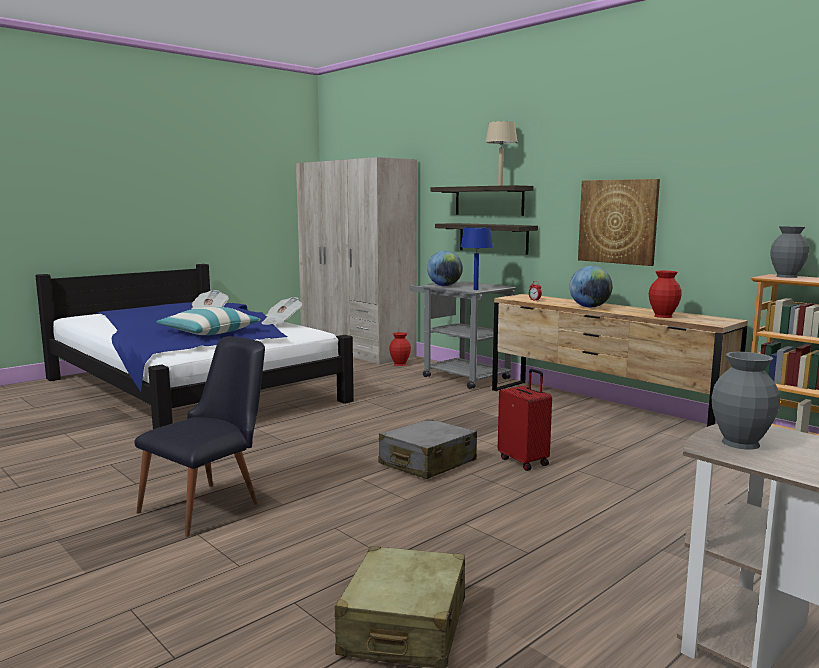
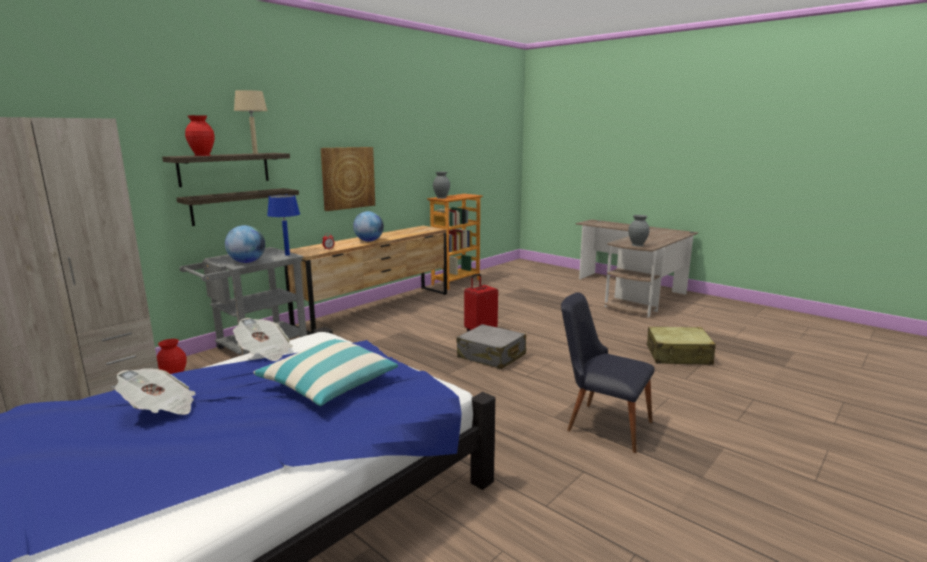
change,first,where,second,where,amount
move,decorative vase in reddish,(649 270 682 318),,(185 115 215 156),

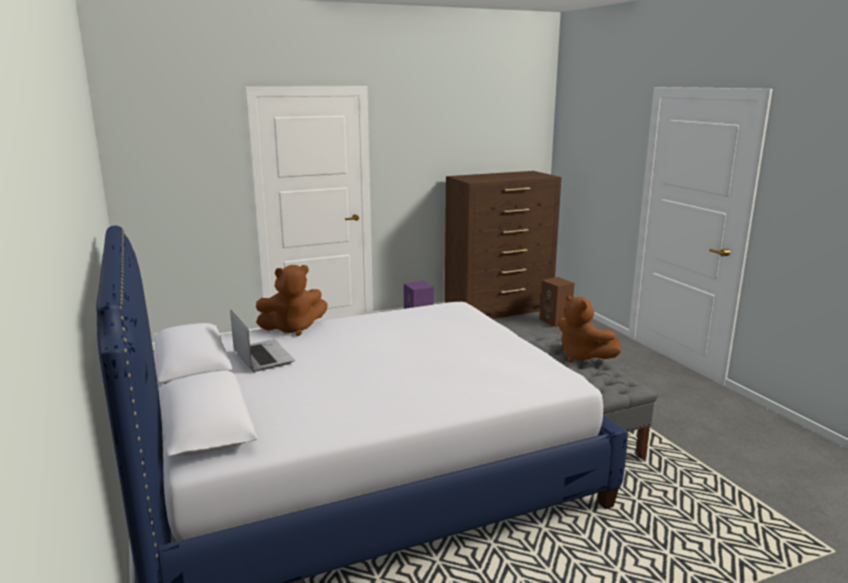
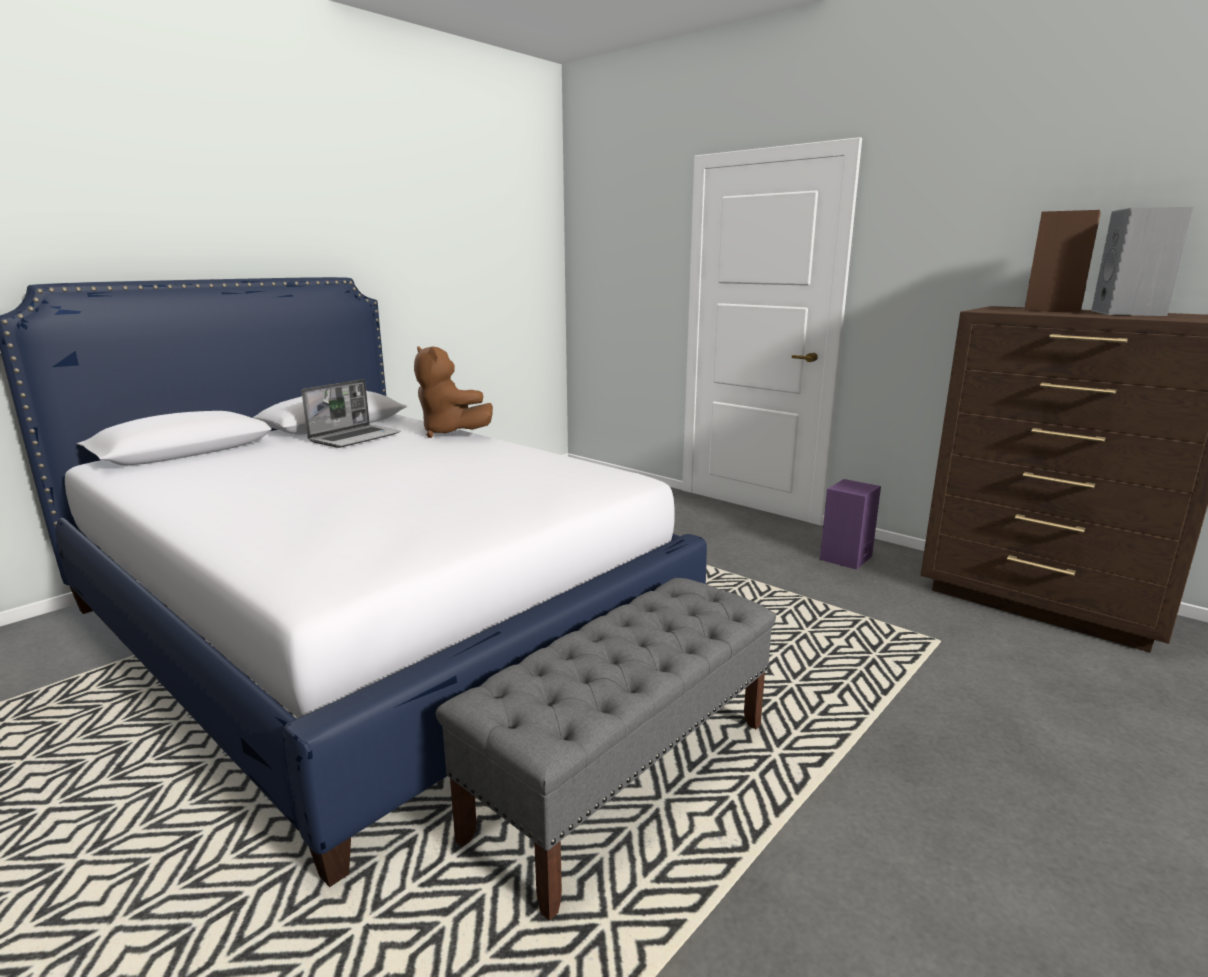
change,first,where,second,where,amount
move,audio speaker in brownish,(539 277 574 327),,(1024 210 1101 313),
insert,,,audio speaker in grey,(1091 207 1193 316),
delete,soft toy in brownish,(558 295 621 362),,,

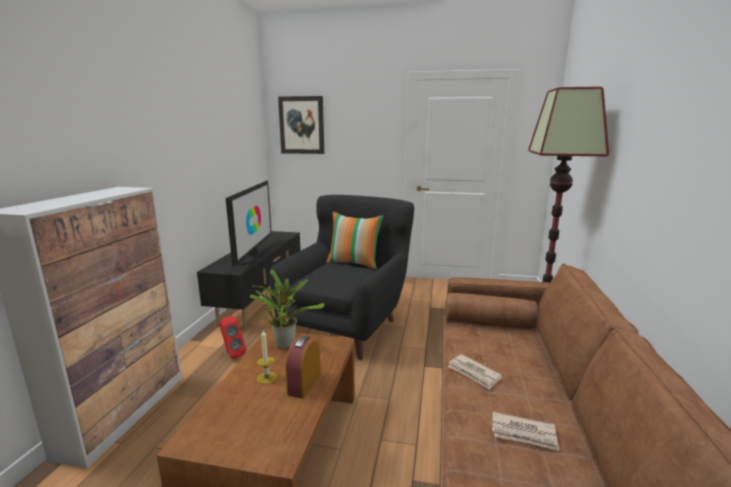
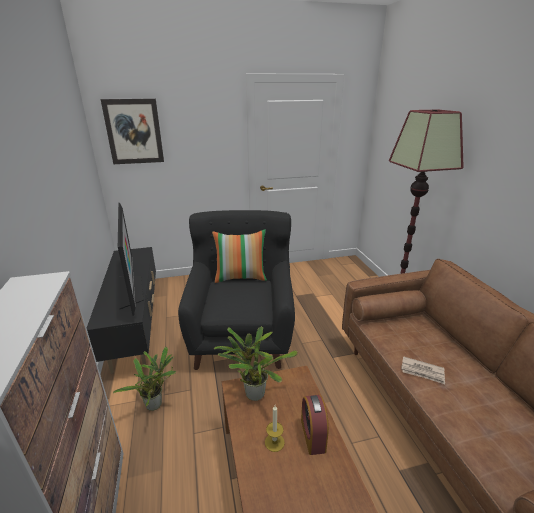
change,first,where,second,where,amount
replace,audio speaker in reddish,(219 316 246 359),plant in a pot,(113 347 176 411),
delete,daily paper,(492 412 560 451),,,

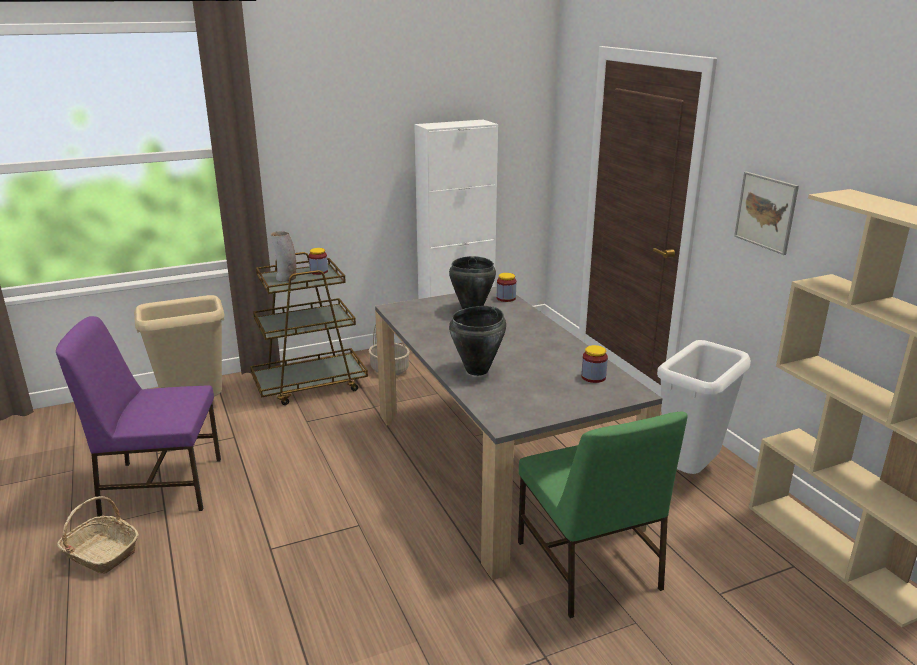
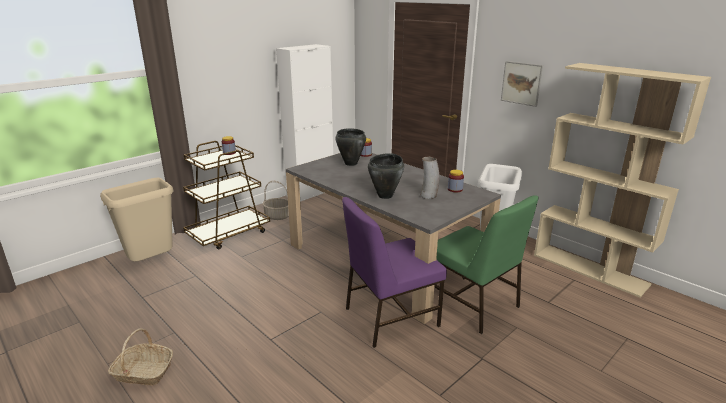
change,first,where,second,where,amount
move,upright chair in purple,(56 316 221 516),,(342 197 447 348),
move,decorative vase,(271 231 296 282),,(421 156 439 199),

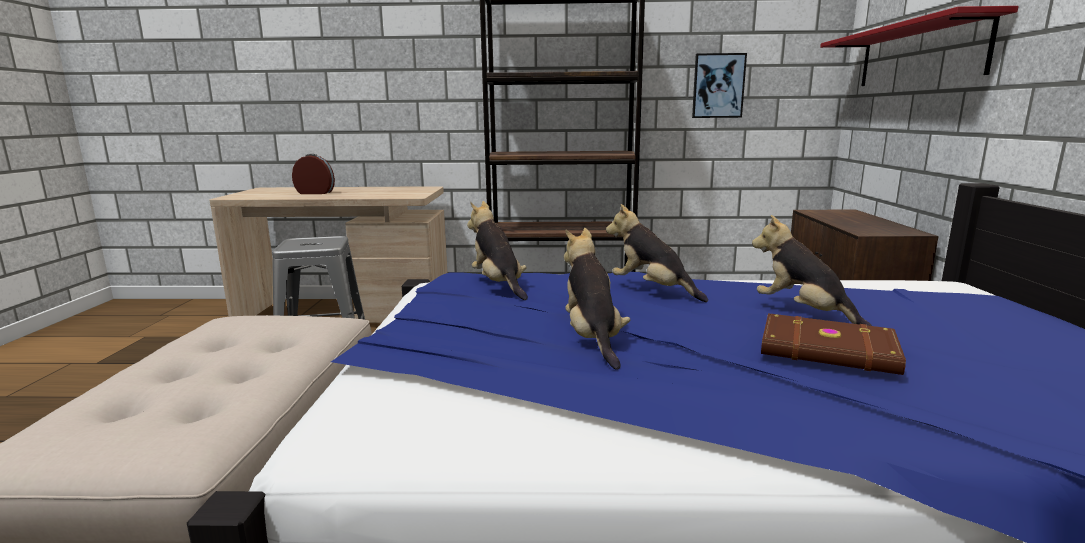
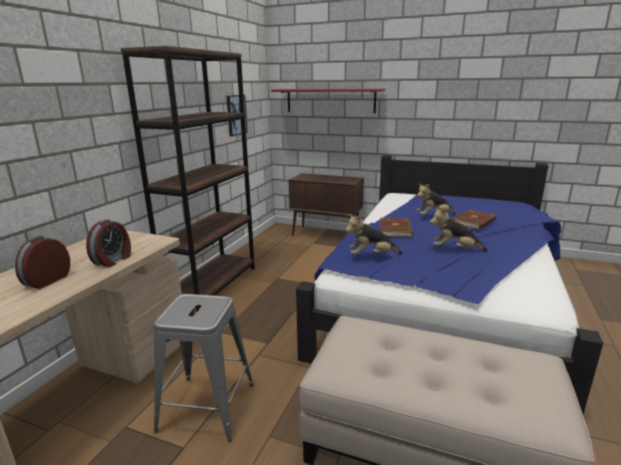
change,first,where,second,where,amount
insert,,,alarm clock,(86 219 131 267),
replace,soft toy,(606 204 708 302),book in brownish,(380 218 413 238),

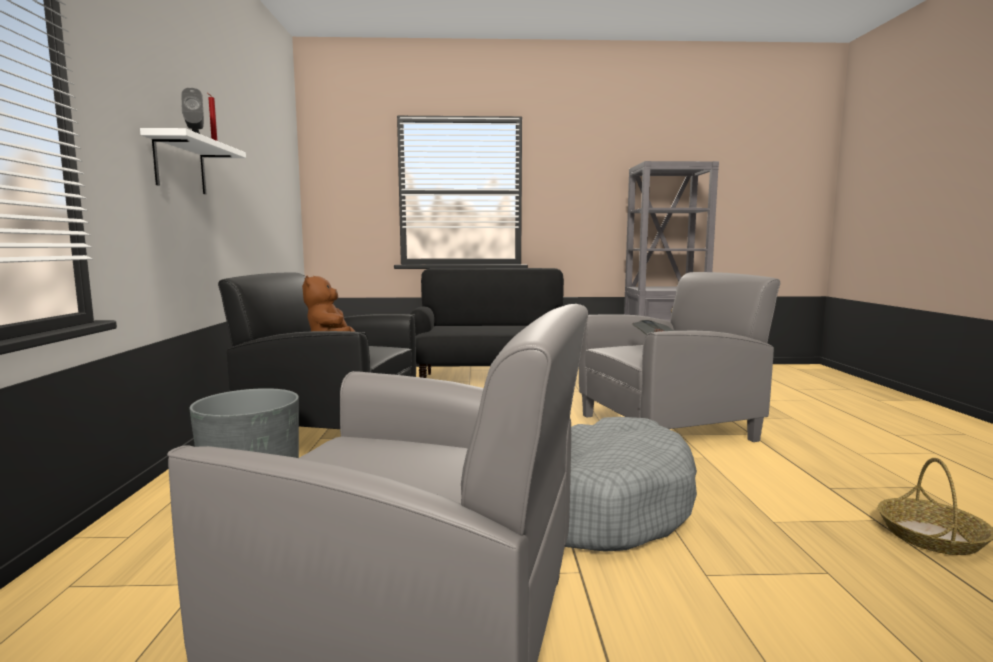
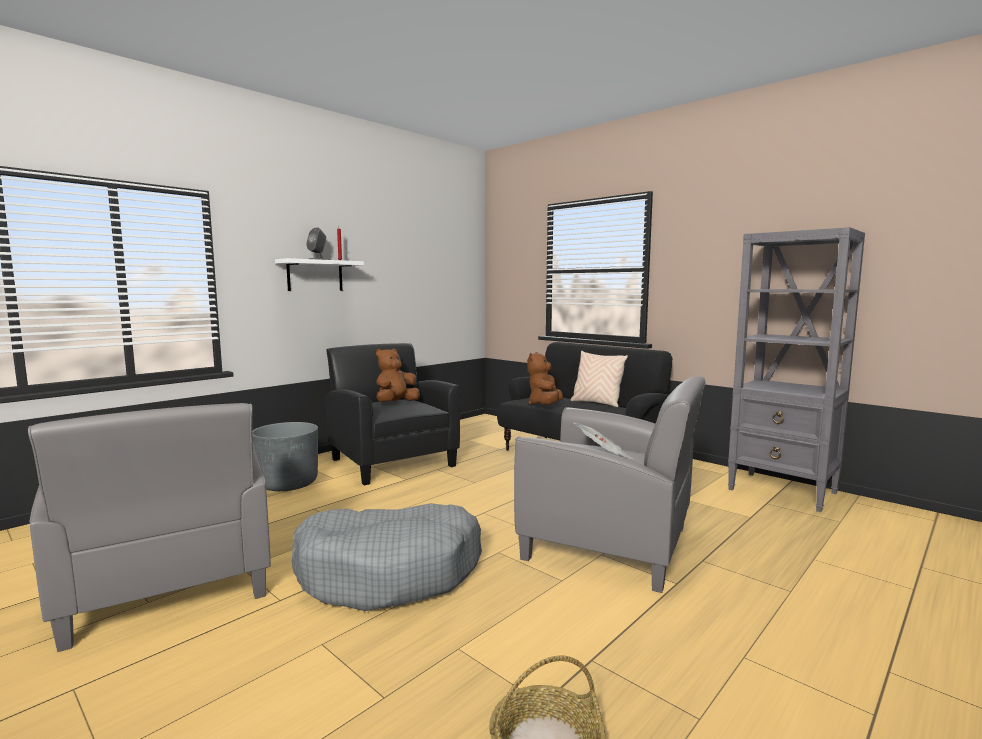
change,first,where,second,where,amount
insert,,,soft toy in brownish,(527 352 563 405),
insert,,,cushion in beige,(570 351 628 407),

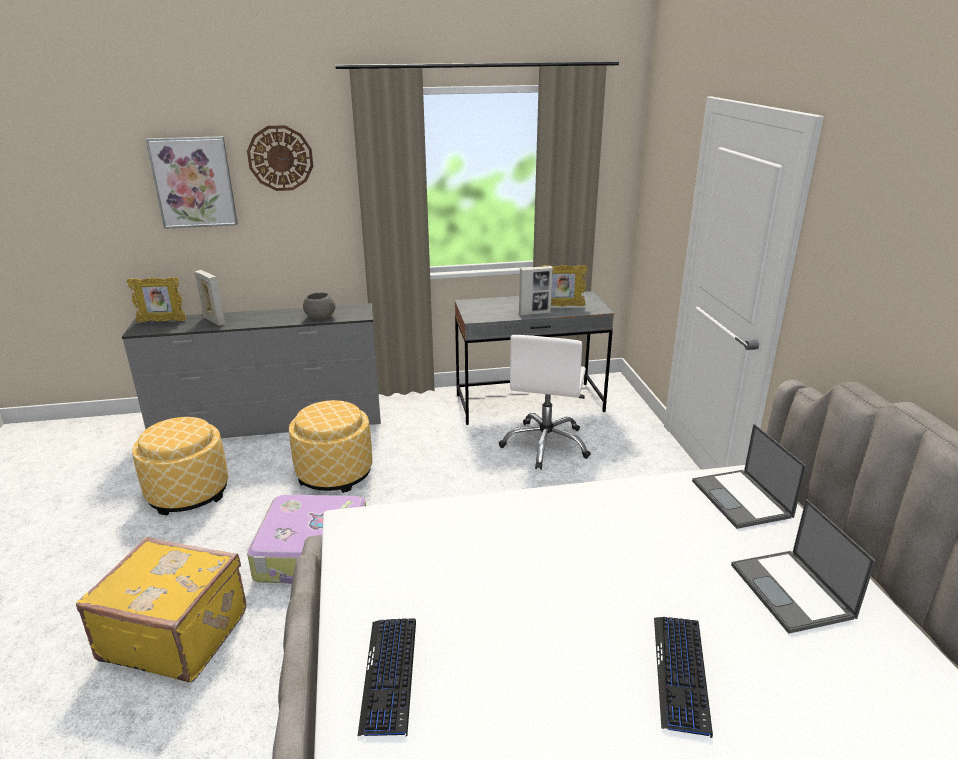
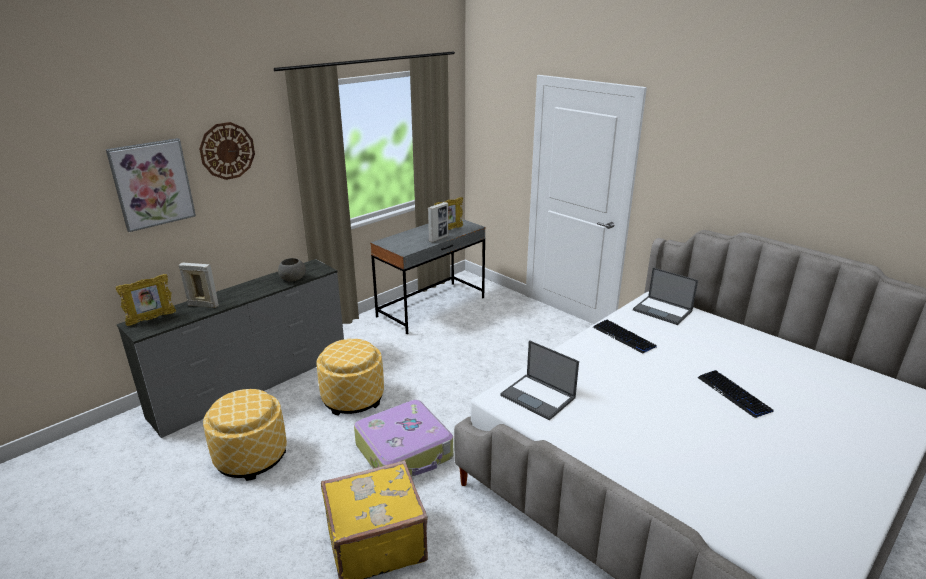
change,first,where,second,where,amount
move,notebook computer,(731 499 876 634),,(500 340 579 420),
move,computer keyboard,(358 618 416 736),,(593 319 657 353),
delete,computer chair in white-coloured,(499 335 591 470),,,

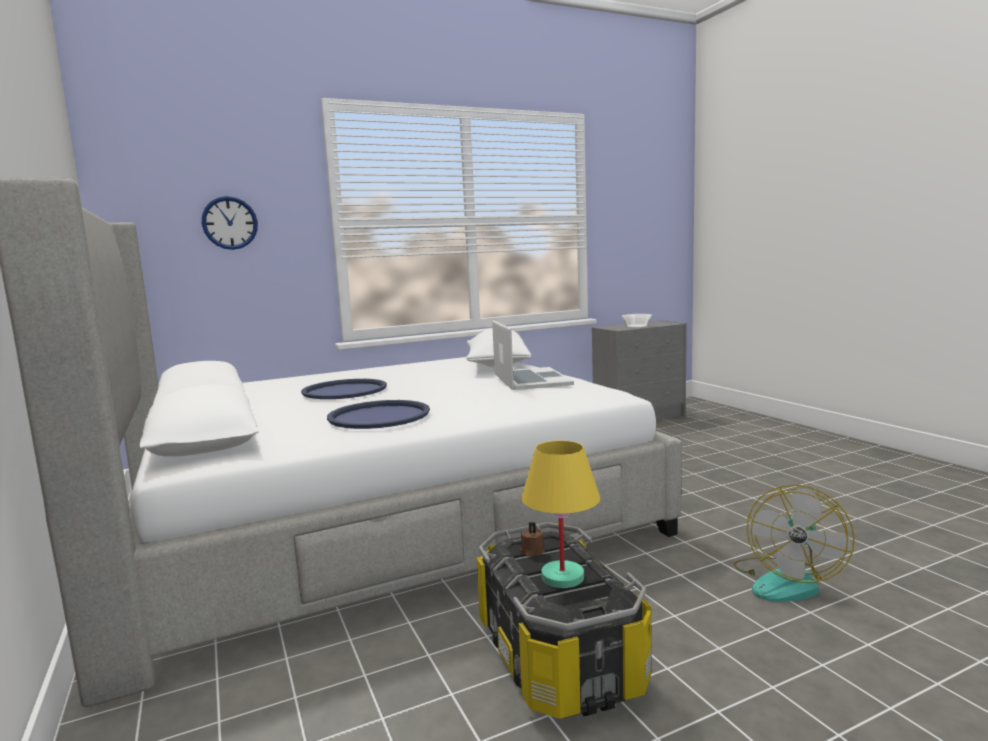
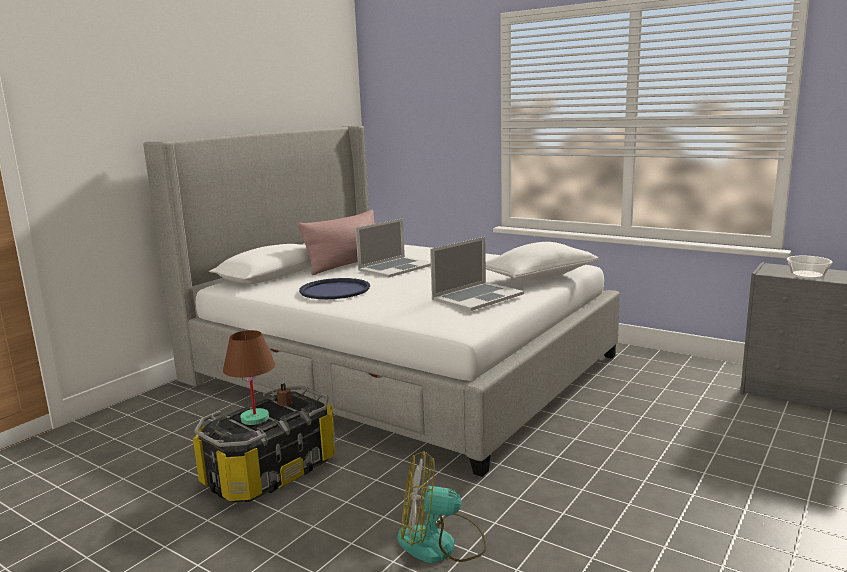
change,first,where,second,where,amount
recolor,lamp for a table in yellowish,(522 440 600 588),lamp for a table in brownish,(223 330 275 425),
insert,,,cushion in pinkish,(298 209 375 275),
replace,tray in blue,(301 379 387 399),notebook computer,(356 218 431 277),
delete,hanging clock,(202 196 258 250),,,

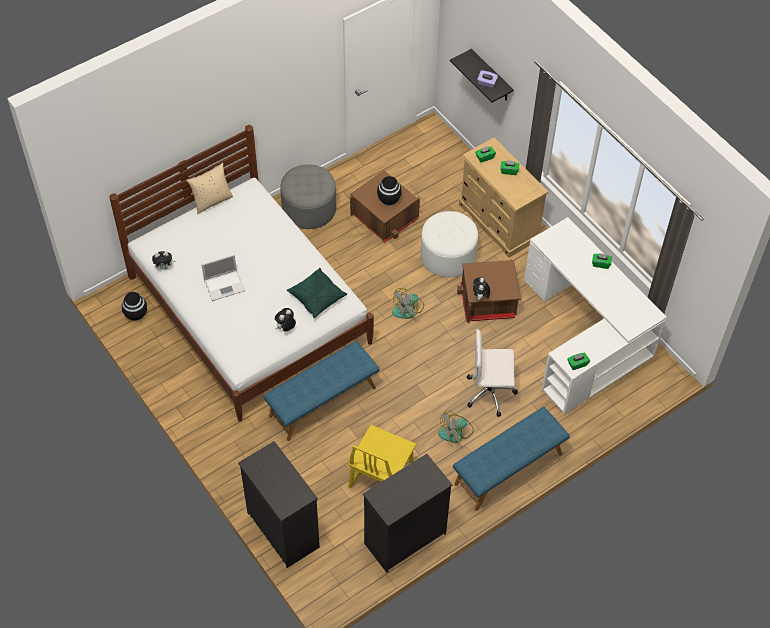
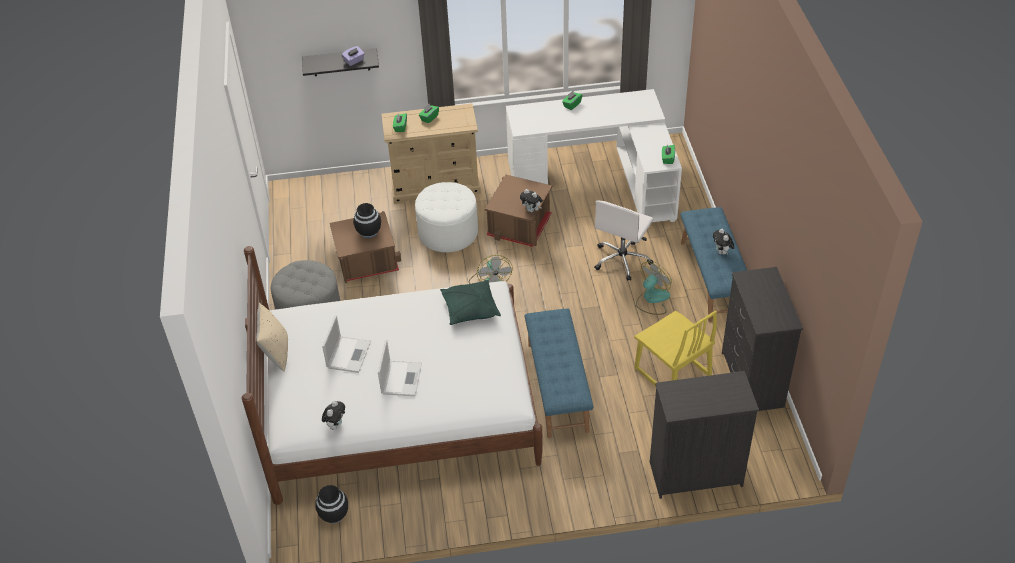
change,first,where,second,where,amount
insert,,,notebook computer,(322 315 371 373),
rotate,cooling fan,(438 410 474 444),,(636 261 672 315),135 degrees counterclockwise
move,soft toy,(275 308 296 332),,(713 229 735 254),

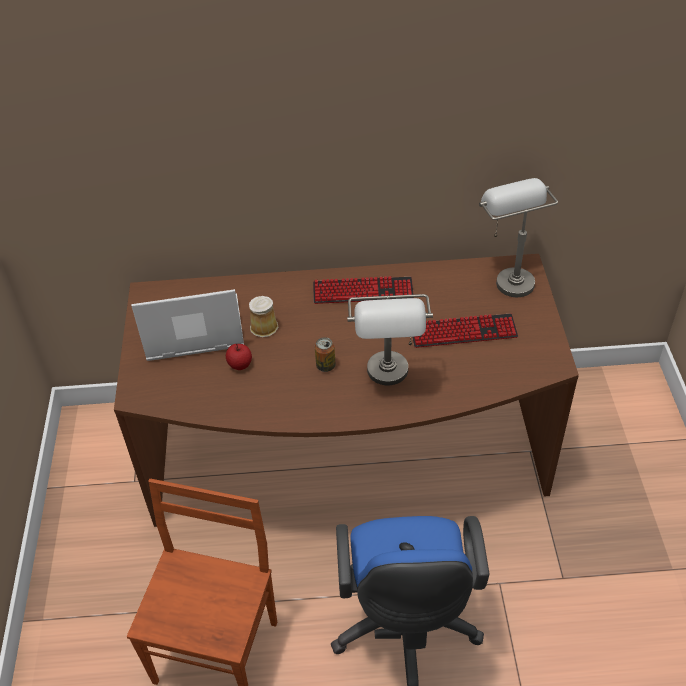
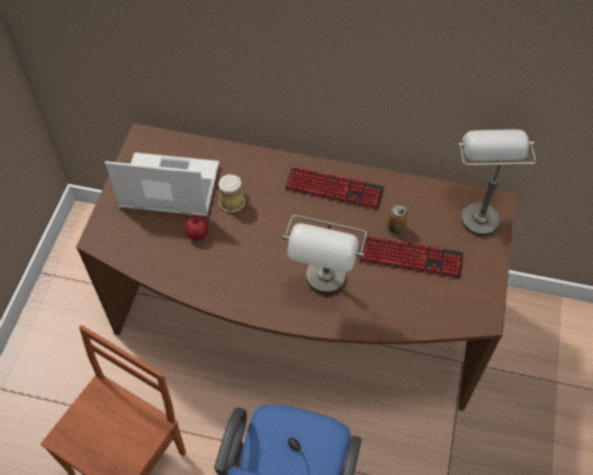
change,first,where,second,where,amount
move,metal can,(315 337 336 372),,(387 204 408 234),

